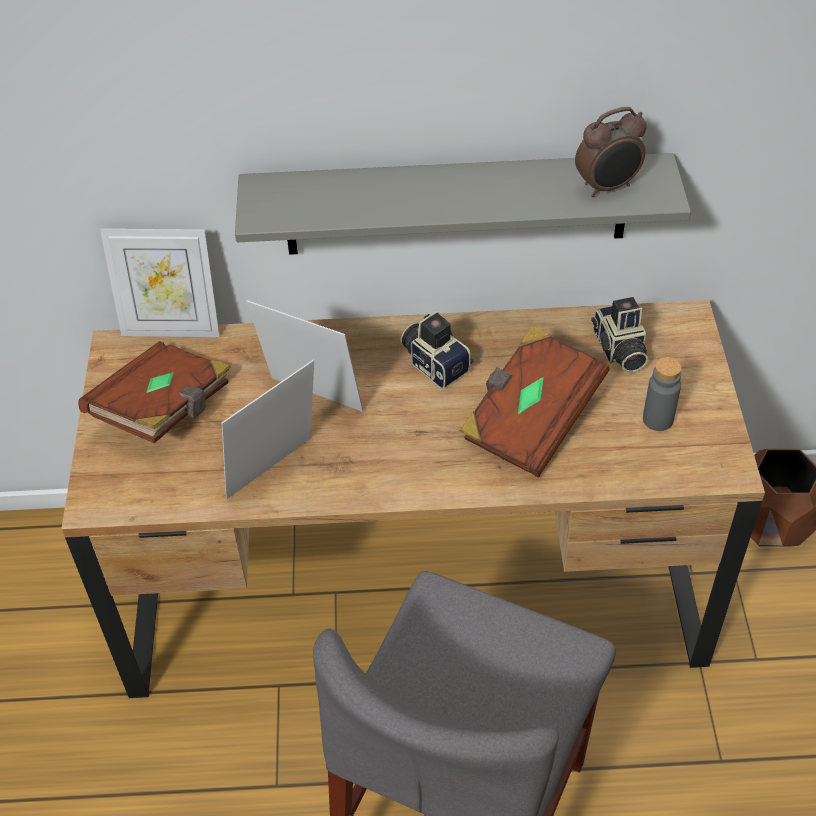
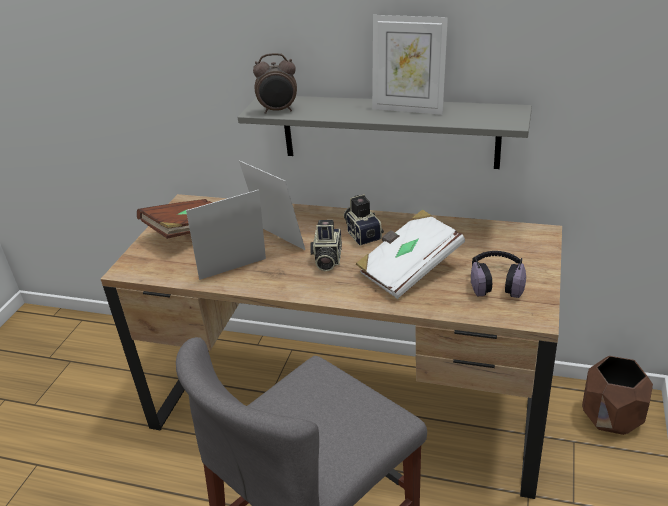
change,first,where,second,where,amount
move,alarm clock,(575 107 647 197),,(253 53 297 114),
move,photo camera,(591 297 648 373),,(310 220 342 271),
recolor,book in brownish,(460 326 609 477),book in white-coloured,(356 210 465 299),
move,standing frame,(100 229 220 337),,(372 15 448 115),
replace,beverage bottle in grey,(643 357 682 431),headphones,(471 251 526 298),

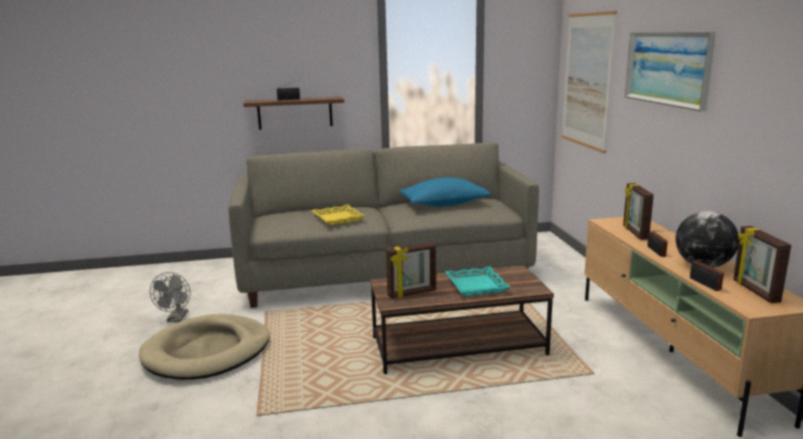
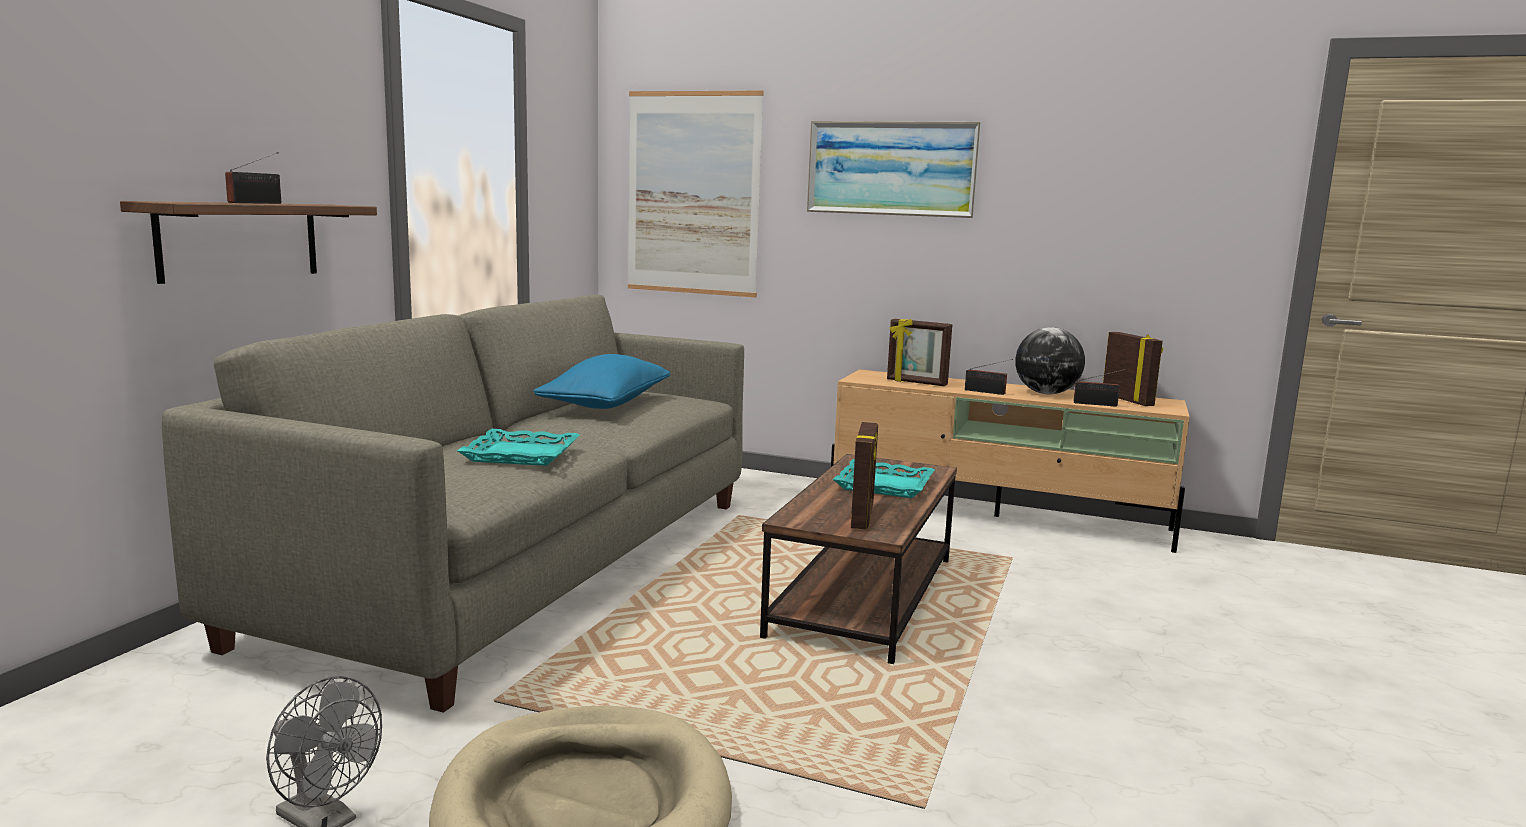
change,first,where,second,where,amount
recolor,tray in yellowish,(312 205 365 225),tray in turquoise,(457 429 580 466),
rotate,standing frame,(733 226 791 303),,(1103 332 1163 406),135 degrees counterclockwise

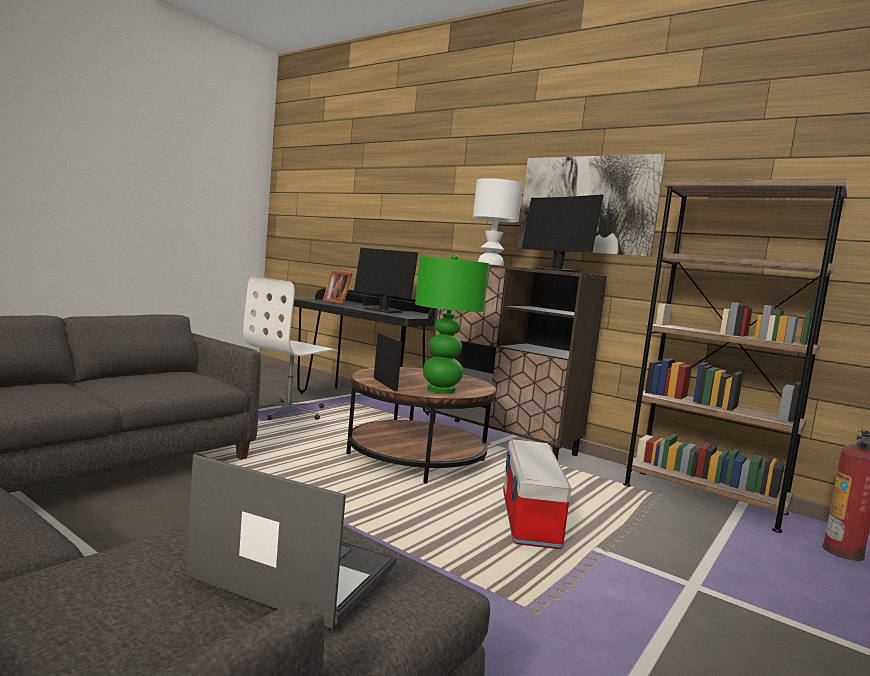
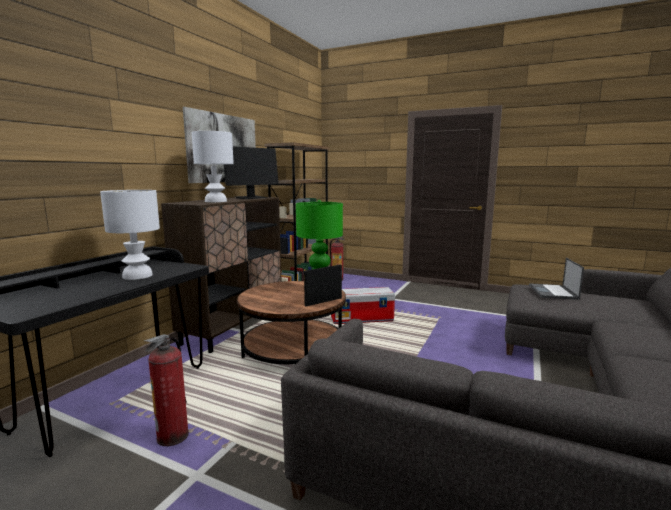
change,first,where,second,where,amount
replace,computer screen,(354 248 418 313),lamp for a table in white-coloured,(100 190 160 280),
replace,computer chair in white-coloured,(243 276 338 420),fire-fighting cylinder,(144 334 189 446),
delete,standing frame,(323 271 353 305),,,

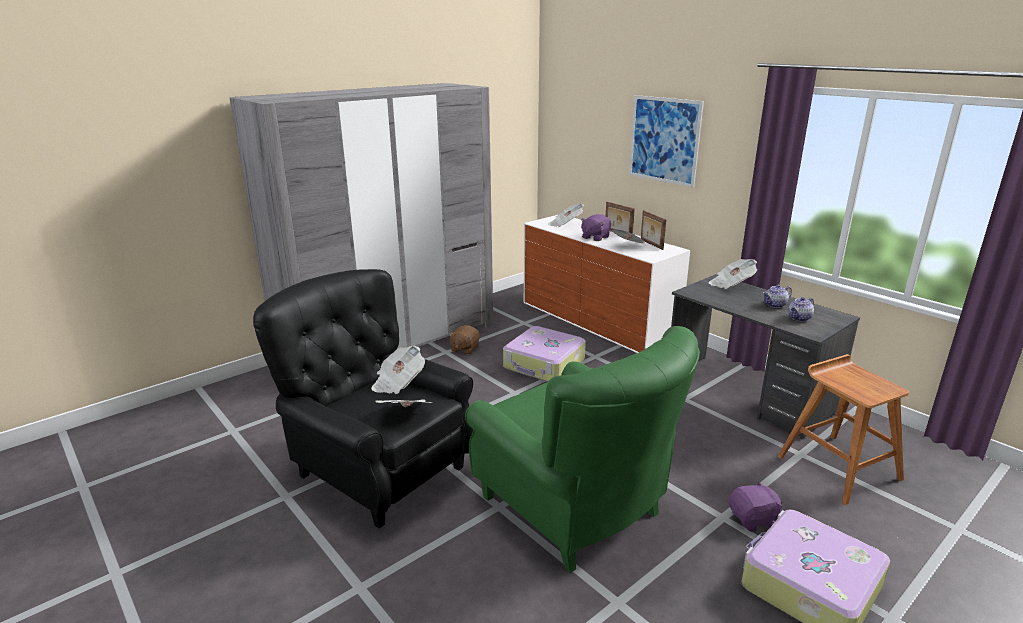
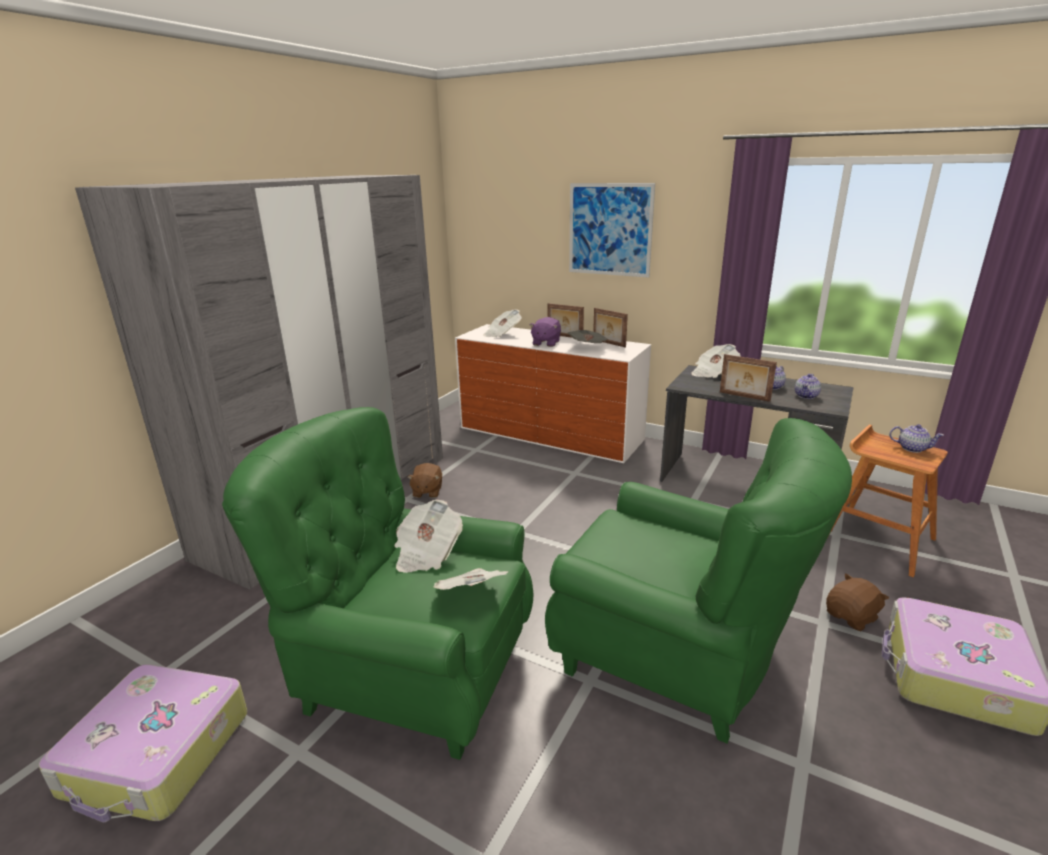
change,first,where,second,where,amount
move,piece of luggage,(503 326 586 382),,(39 664 247 822),
recolor,armchair in blackish,(253 269 473 529),armchair in green-coloured,(222 407 533 760),
insert,,,standing frame,(720 354 777 402),
recolor,soft toy in purple,(729 481 783 532),soft toy in brownish,(826 573 889 632),
insert,,,tea pot,(889 424 944 453),

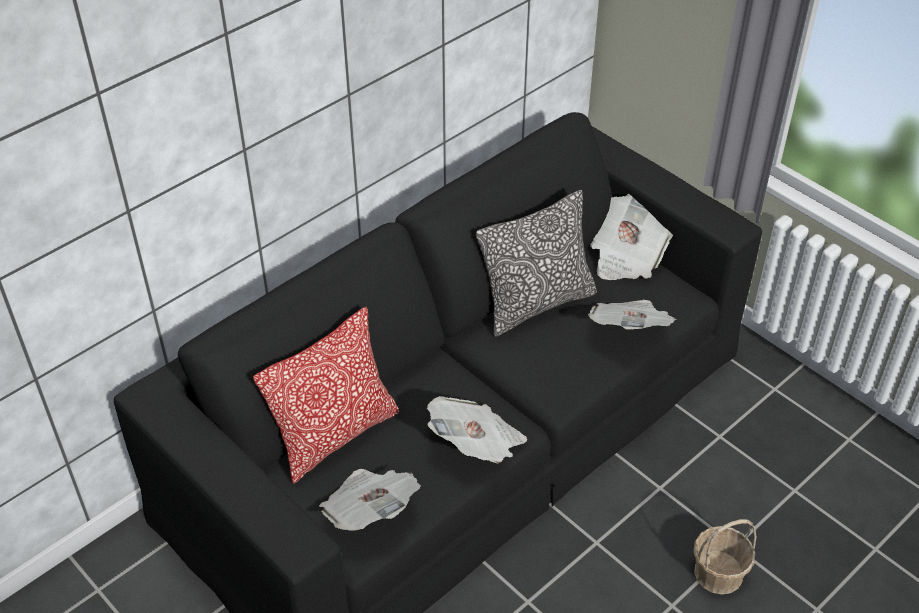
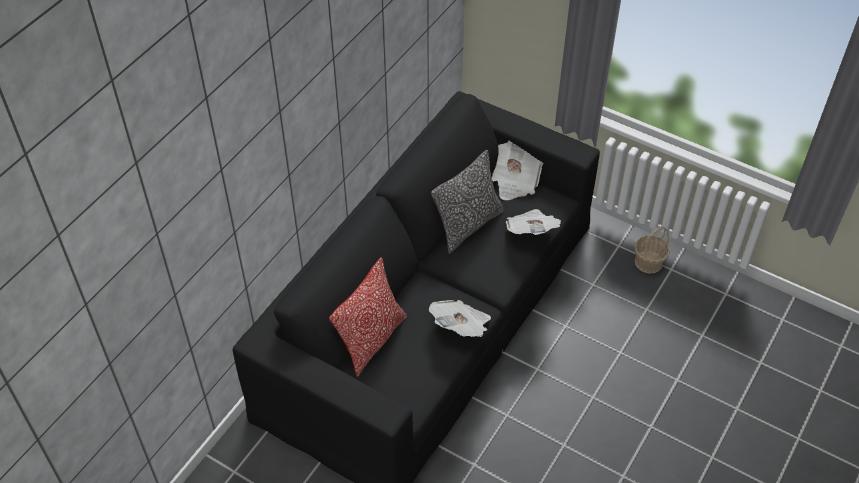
change,first,where,second,where,amount
move,storage basket,(694 519 756 595),,(634 227 670 273),
delete,daily paper,(319 469 421 530),,,

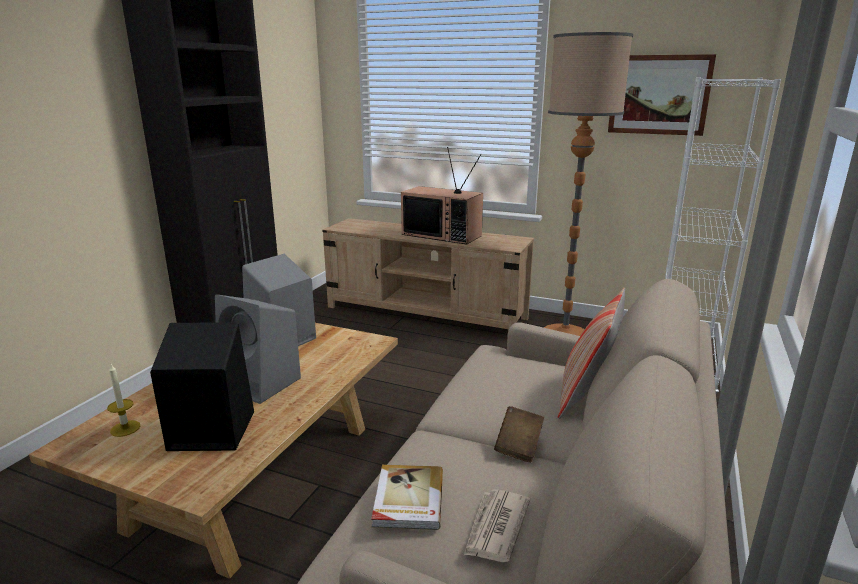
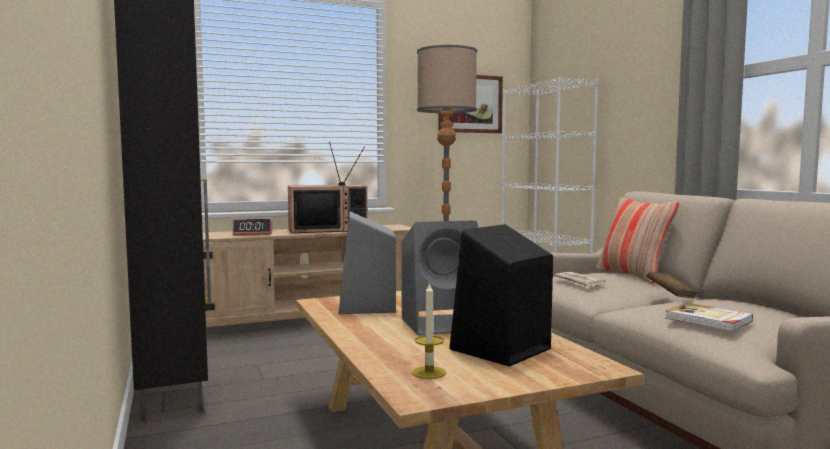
change,first,where,second,where,amount
insert,,,alarm clock,(233 219 273 235),
move,daily paper,(464 489 530 562),,(554 272 606 288),

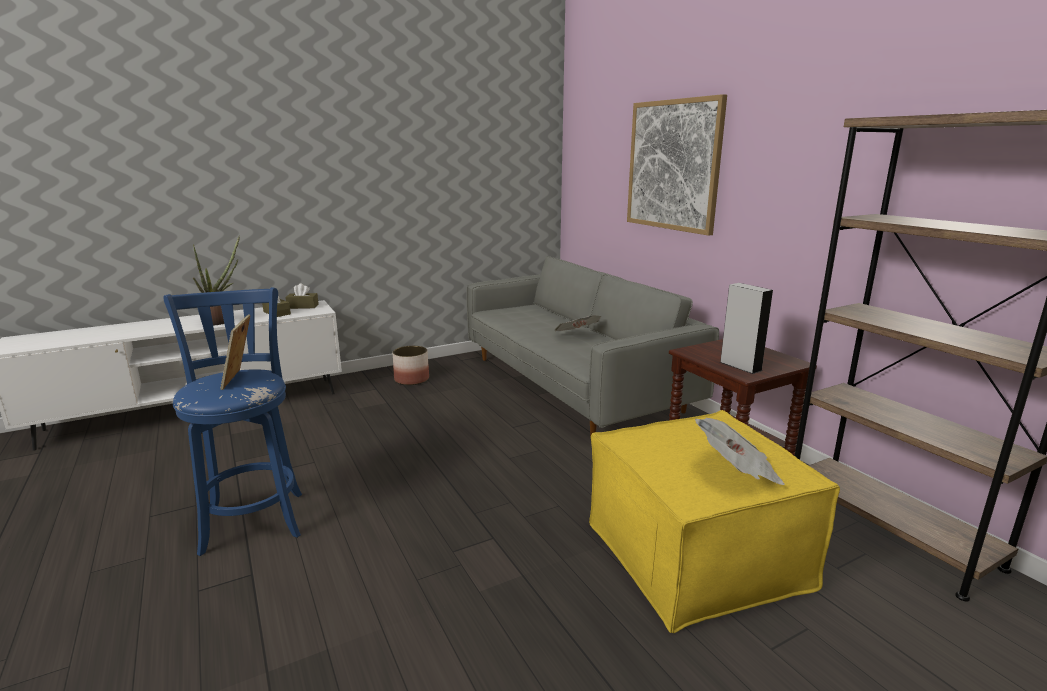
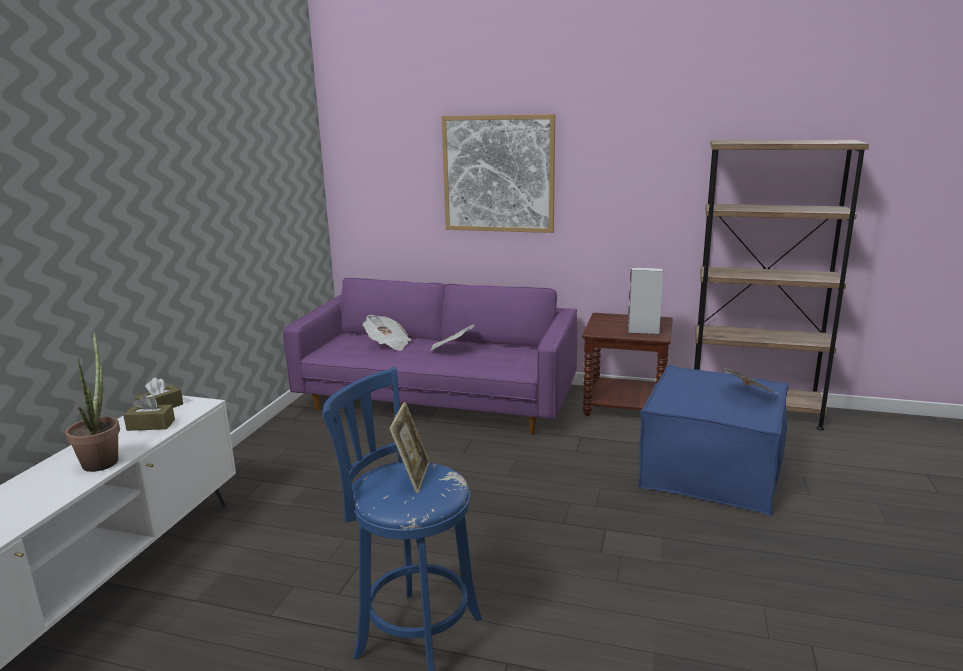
change,first,where,second,where,amount
recolor,settee in grey,(467 256 719 437),settee in purple,(283 278 577 434),
insert,,,daily paper,(363 315 411 351),
rotate,standing frame,(220 314 250 390),,(389 402 430 493),120 degrees counterclockwise
recolor,ottoman in yellowish,(589 410 840 633),ottoman in blue,(638 366 789 515),
delete,flower pot,(392 346 429 385),,,

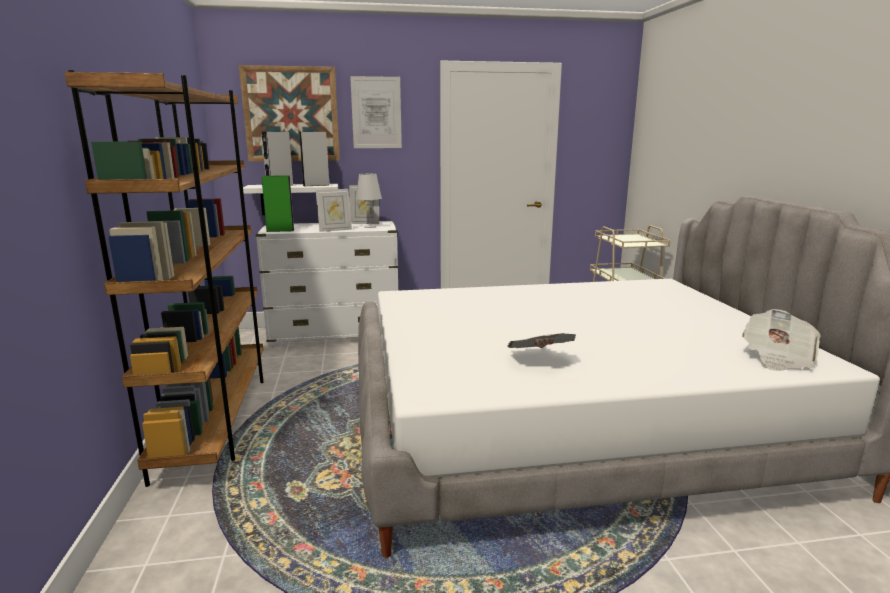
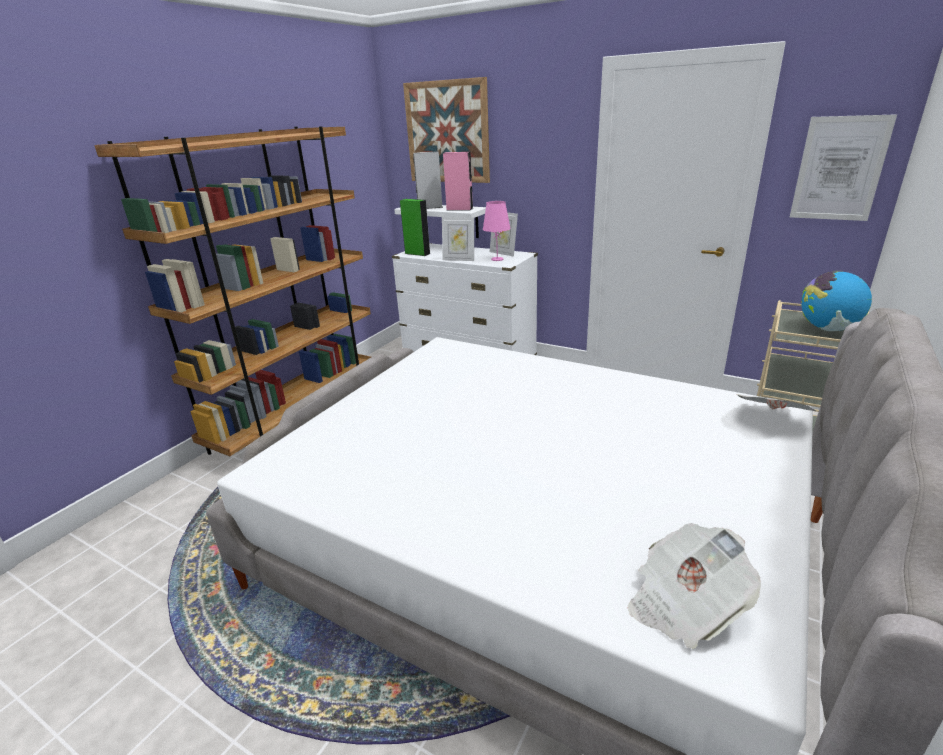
change,first,where,second,where,amount
recolor,audio speaker in grey,(299 132 329 186),audio speaker in pinkish,(443 152 473 210),
recolor,lamp for a table in white-coloured,(356 174 382 228),lamp for a table in pinkish,(483 201 511 261),
move,daily paper,(507 333 576 348),,(737 394 816 411),
move,wall picture,(350 76 402 148),,(790 114 897 221),
insert,,,desk globe,(801 271 872 331),

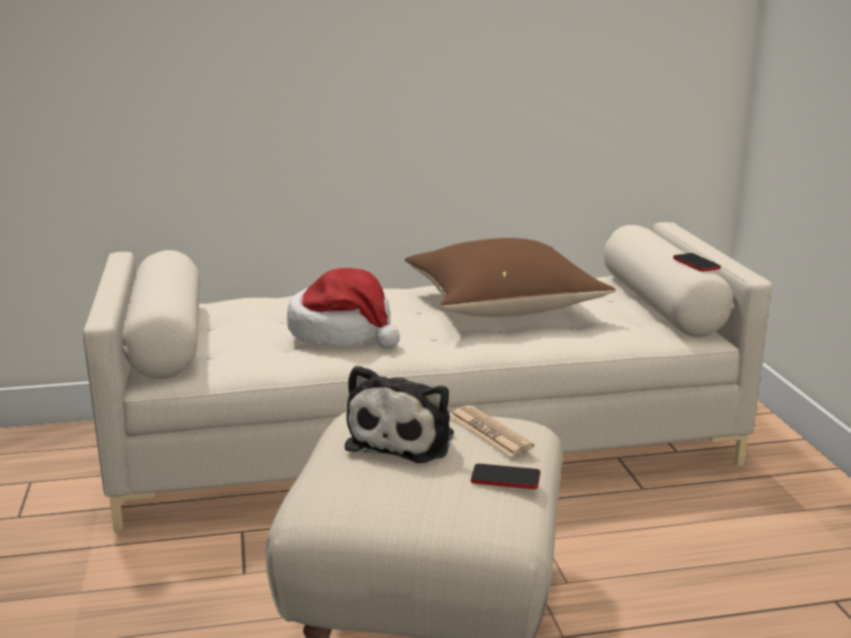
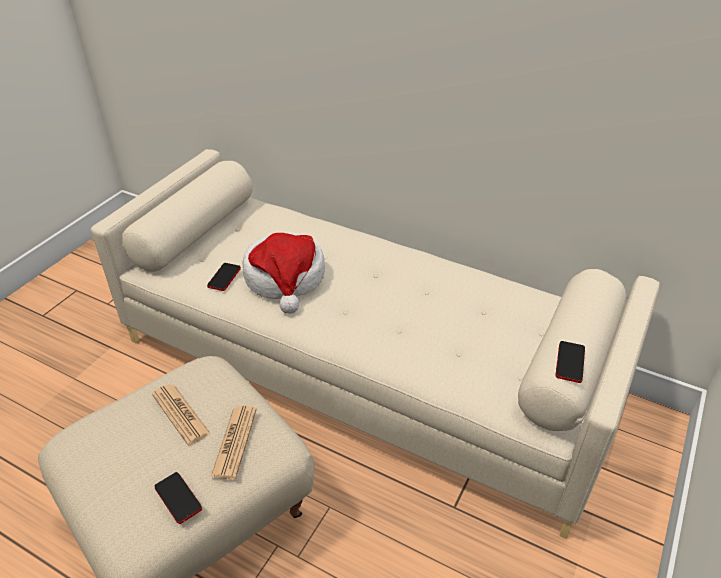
change,first,where,second,where,amount
replace,soft toy,(345 365 454 463),daily paper,(152 384 211 446),
insert,,,handset,(207 263 241 291),
delete,cushion in brownish,(405 238 616 317),,,

